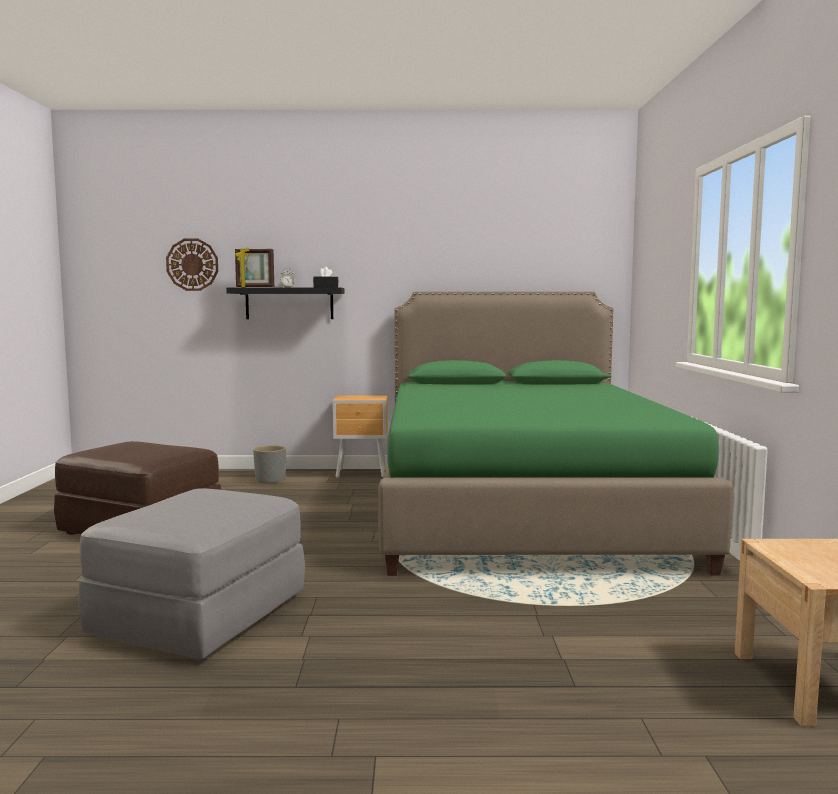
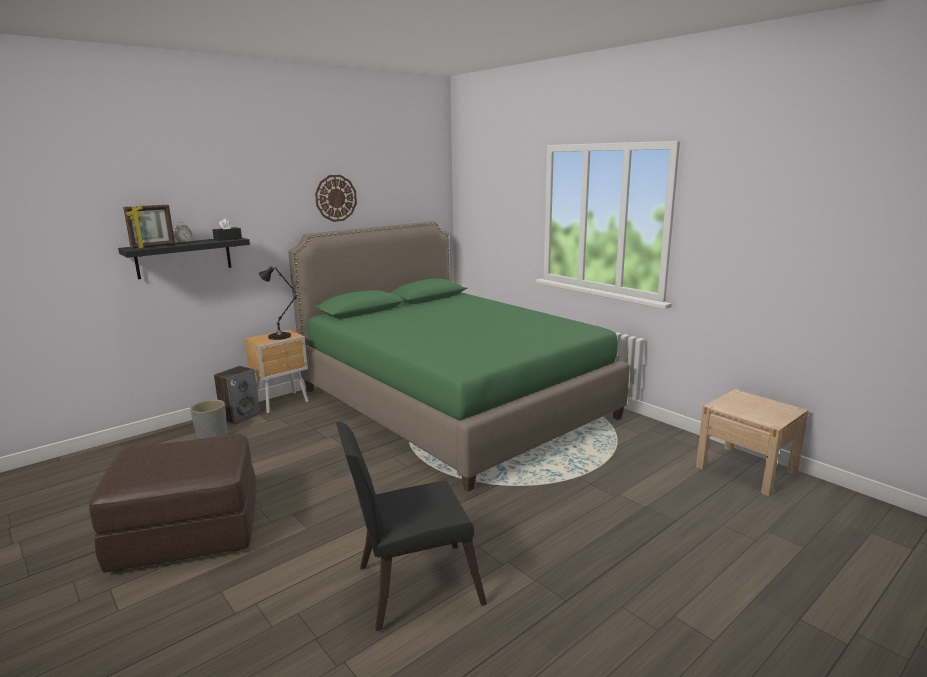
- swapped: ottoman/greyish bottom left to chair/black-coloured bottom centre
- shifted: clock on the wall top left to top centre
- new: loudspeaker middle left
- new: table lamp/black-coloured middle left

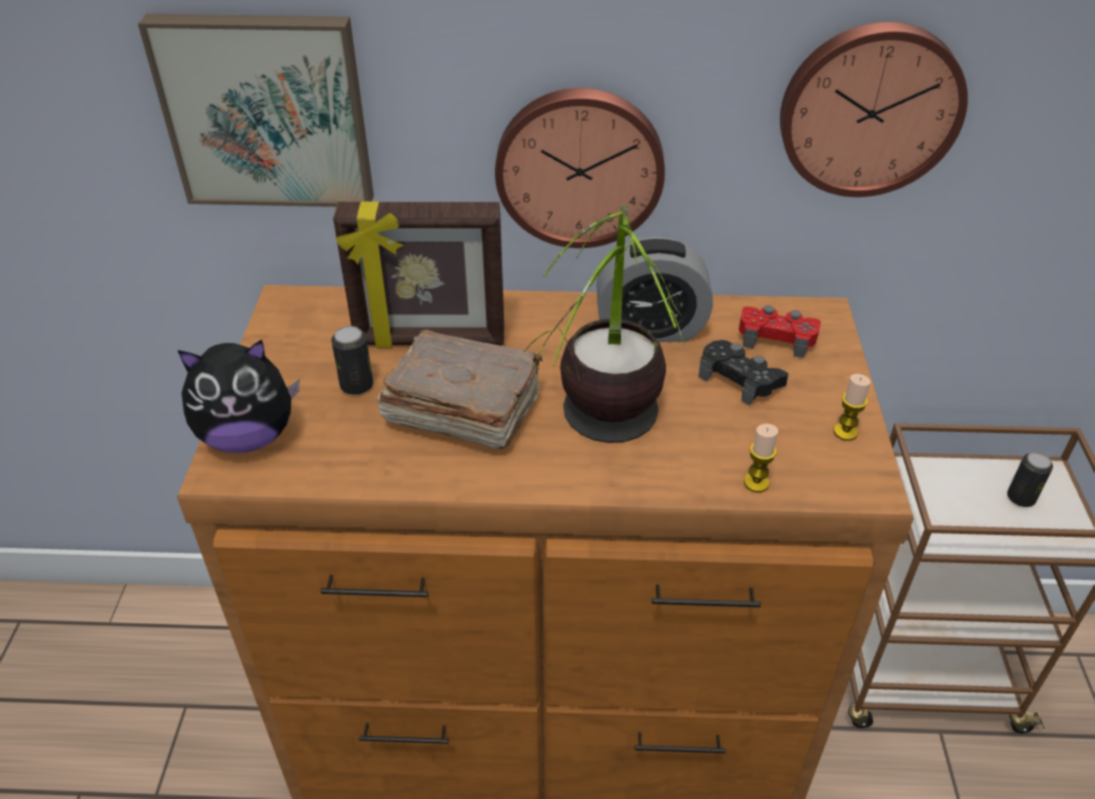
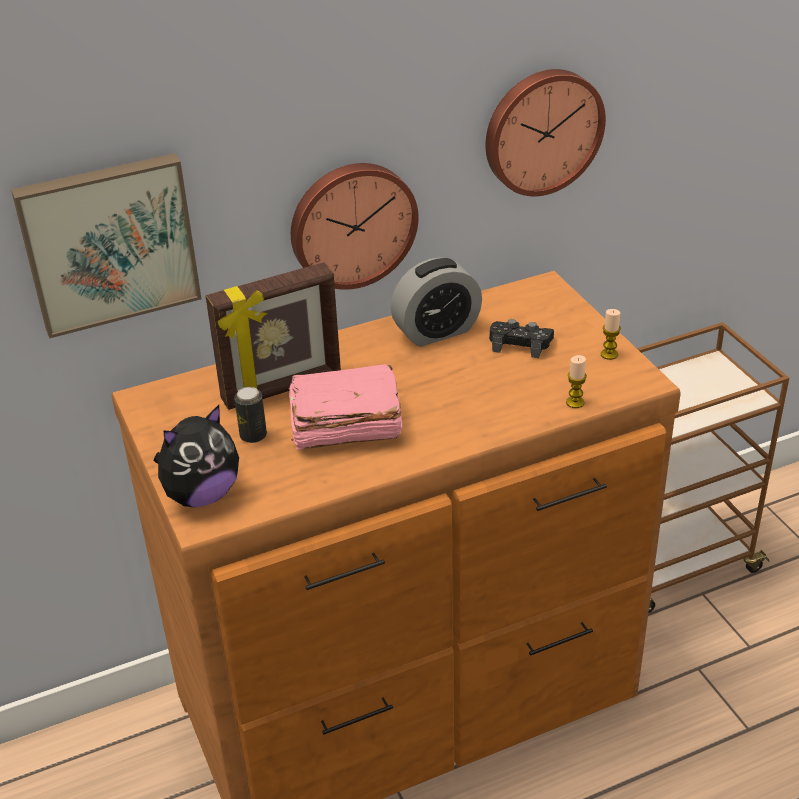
- repainted: volume/brown centre to volume/pink centre
- gone: plant in a pot centre
- gone: gamepad/red middle right
- gone: metal can (no. 2 from left) middle right

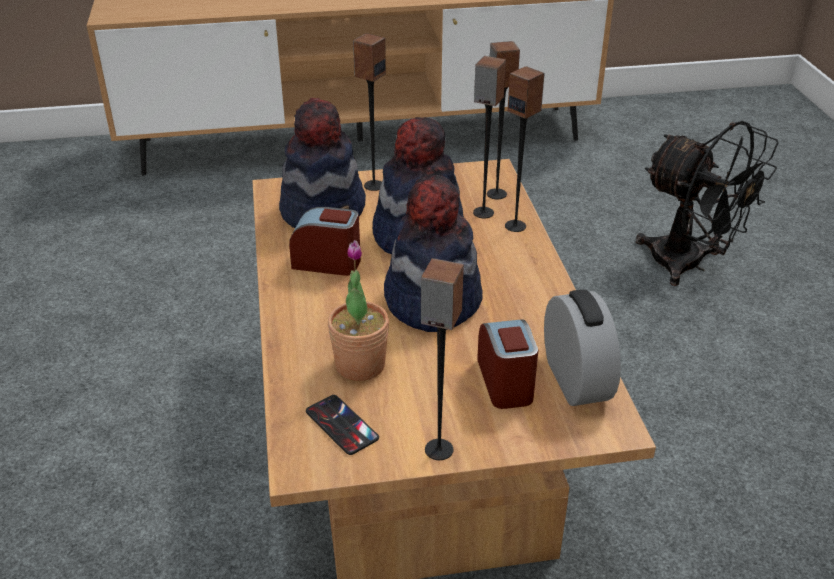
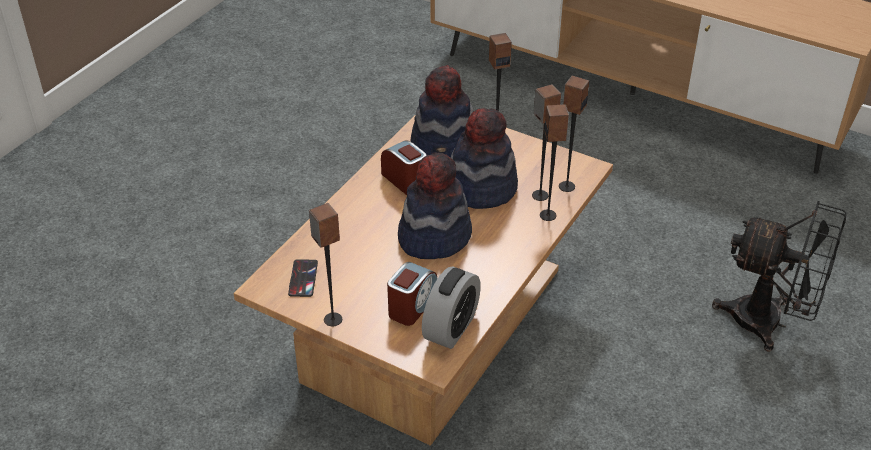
- gone: plant in a pot centre
- rotated: cooling fan/black-coloured middle right = middle right 60 degrees counterclockwise

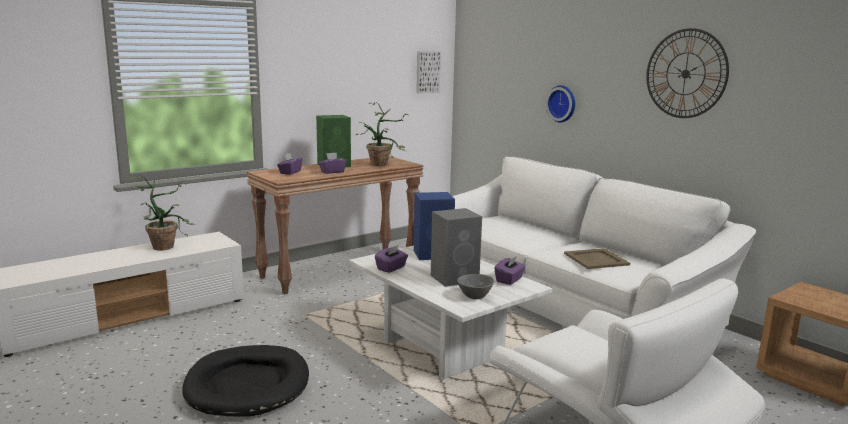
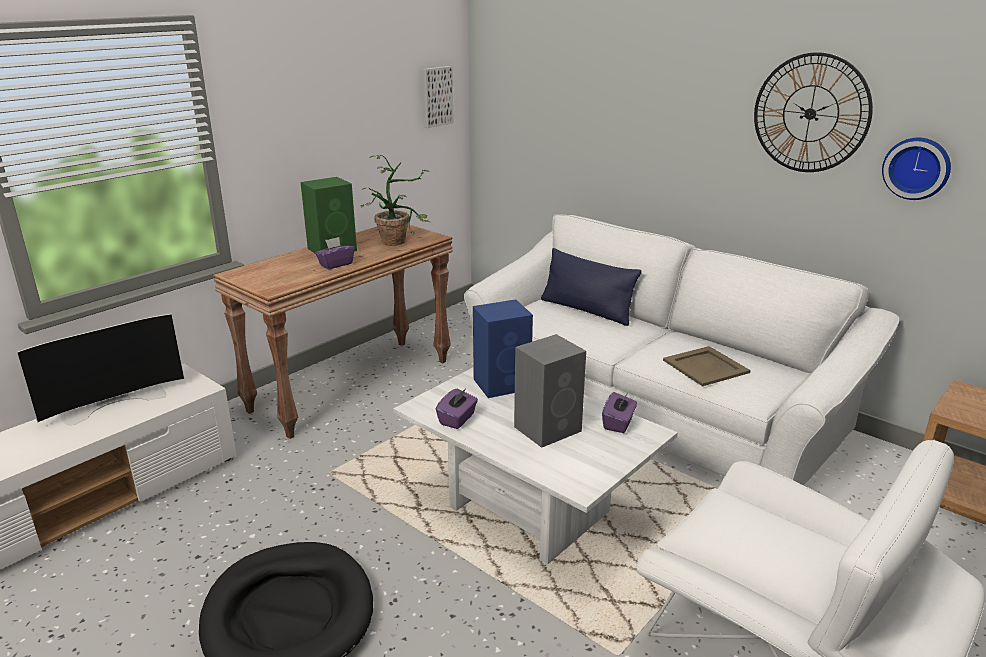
- swapped: plant in a pot (no. 1 from left) middle left to TV middle left
- gone: box of tissues/purplish (no. 1 from left) centre
- gone: deep dish/greyish bottom centre
- shifted: clock on the wall (no. 1 from left in the first image) top centre to clock on the wall (no. 2 from left) top right
- new: cushion/blue-coloured centre

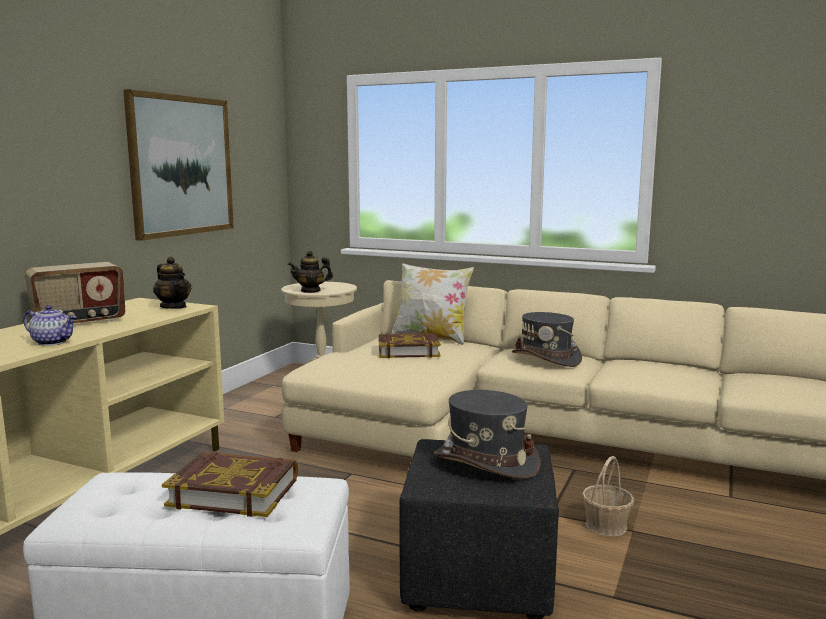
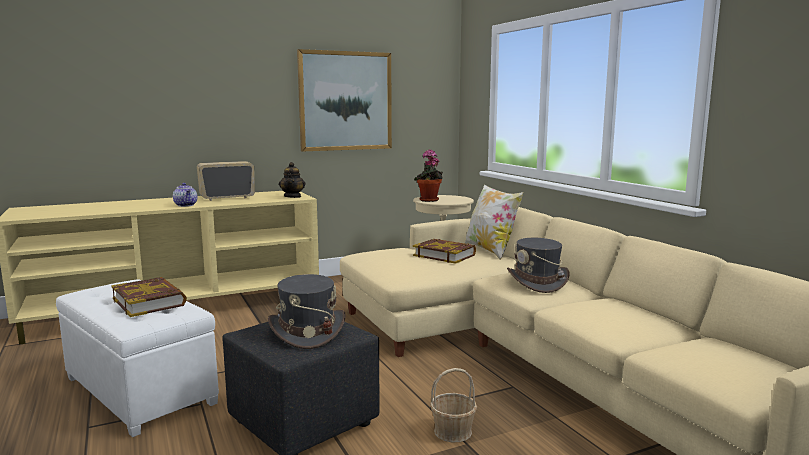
- rotated: radio set middle left = middle left 150 degrees clockwise
- swapped: tea pot (no. 3 from left) centre to plant in a pot centre

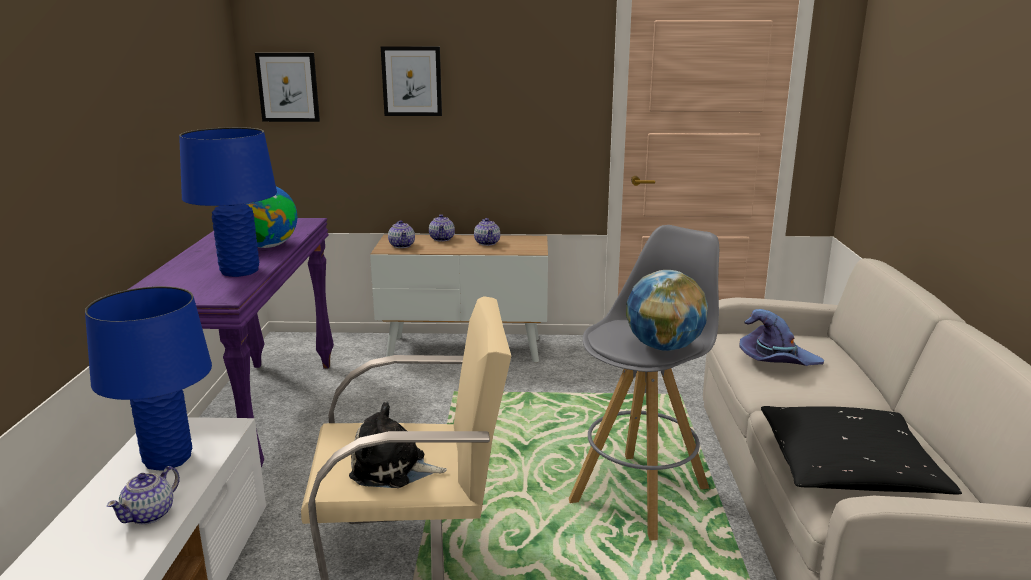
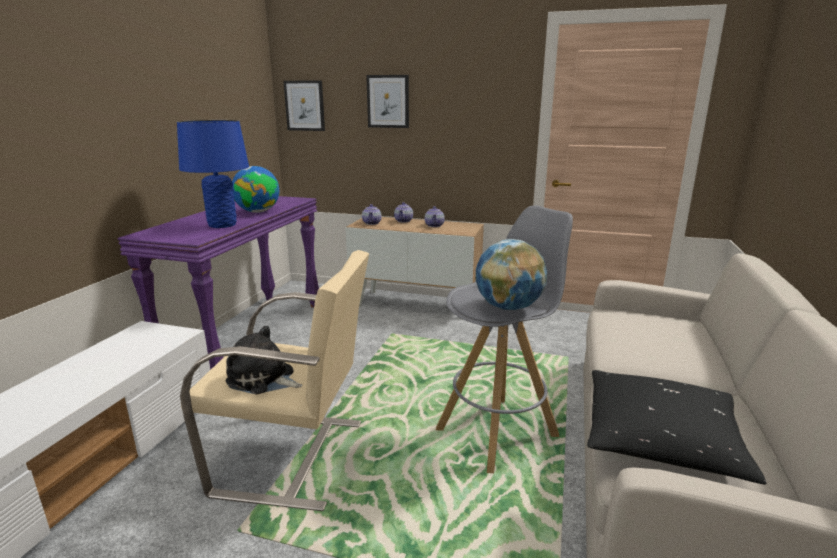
- gone: table lamp/blue-coloured (no. 1 from left) middle left
- gone: tea pot (no. 1 from left) bottom left
- gone: wearable hat/purplish middle right

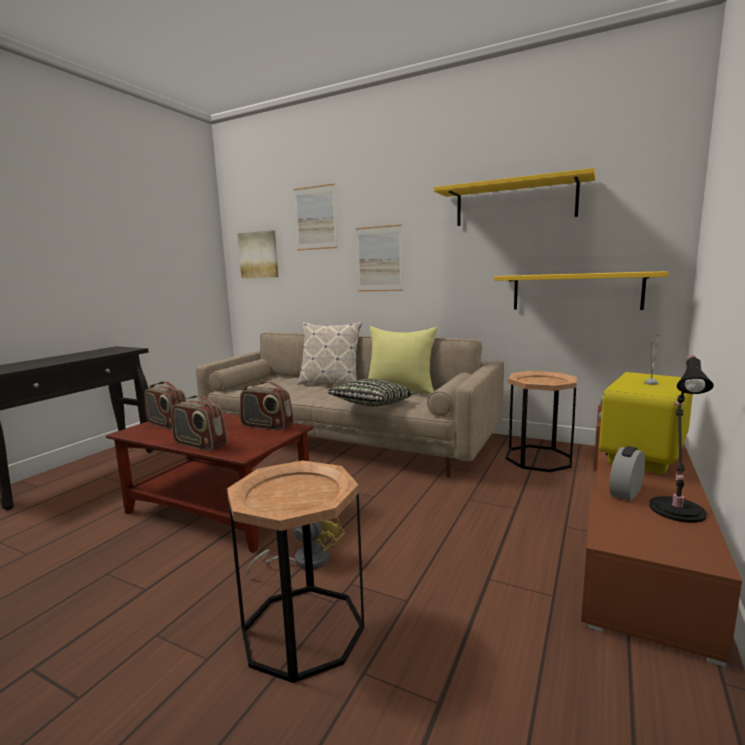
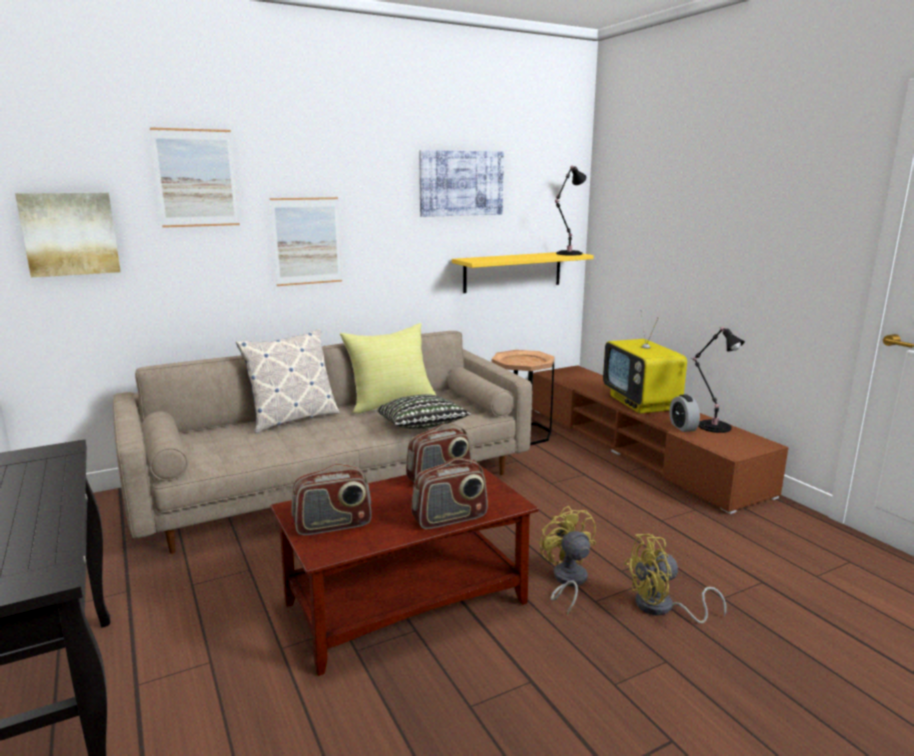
- swapped: accent table/brown (no. 1 from left) bottom centre to cooling fan/yellowish (no. 2 from left) bottom right
- swapped: bracket shelf/yellowish (no. 1 from left) top right to wall picture (no. 4 from left) top centre
- new: table lamp/black-coloured (no. 1 from left) top centre

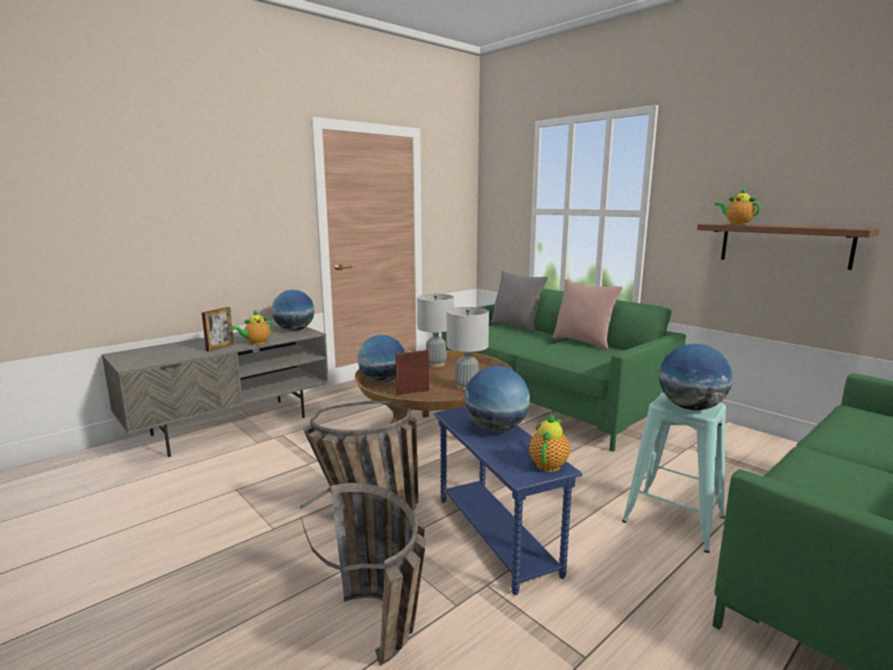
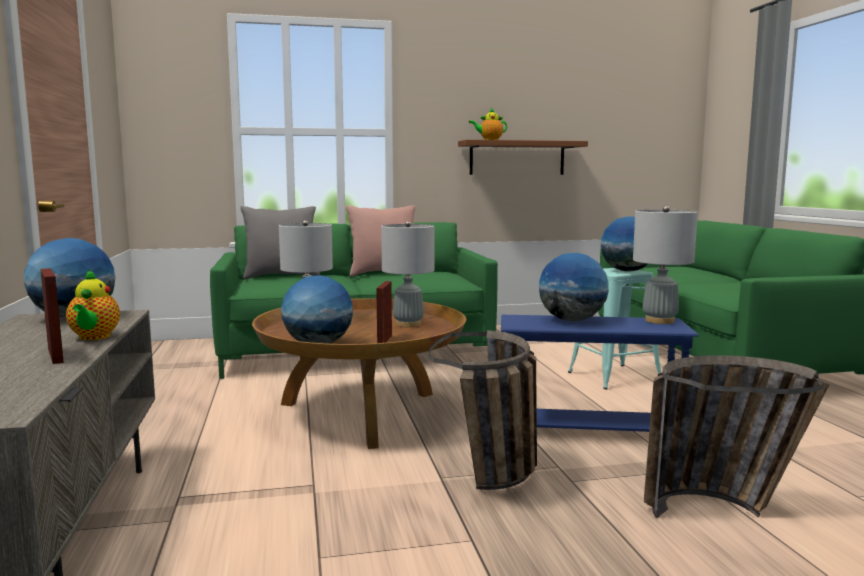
- swapped: tea pot (no. 2 from left) centre to table lamp/greyish (no. 3 from left) middle right

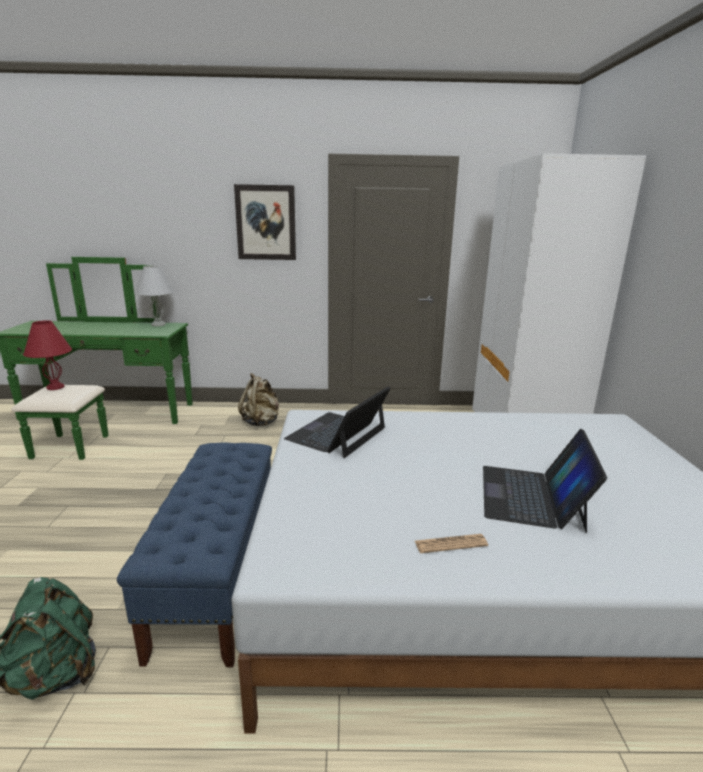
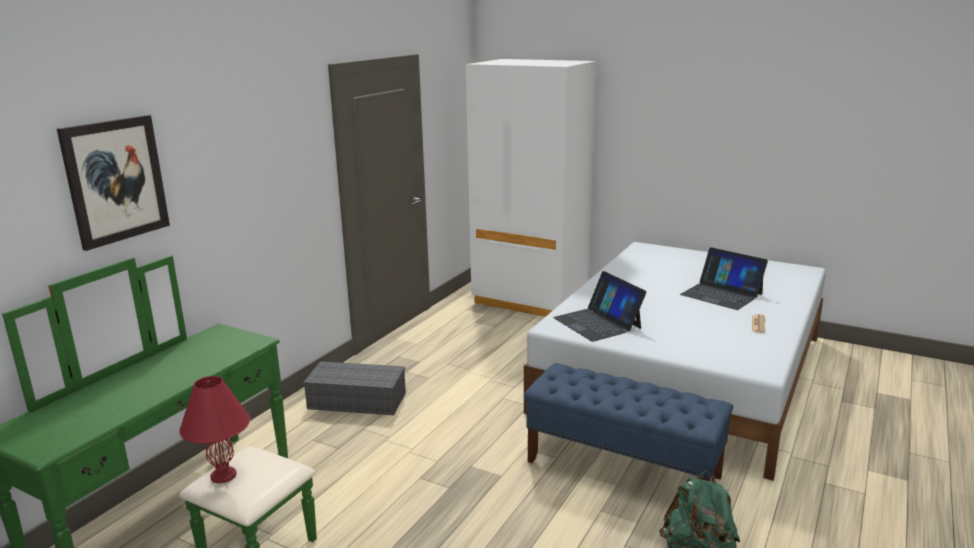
- gone: table lamp/whitish middle left
- shifted: wall picture top centre to middle left
- swapped: backpack/beige centre to storage container/greyish bottom centre

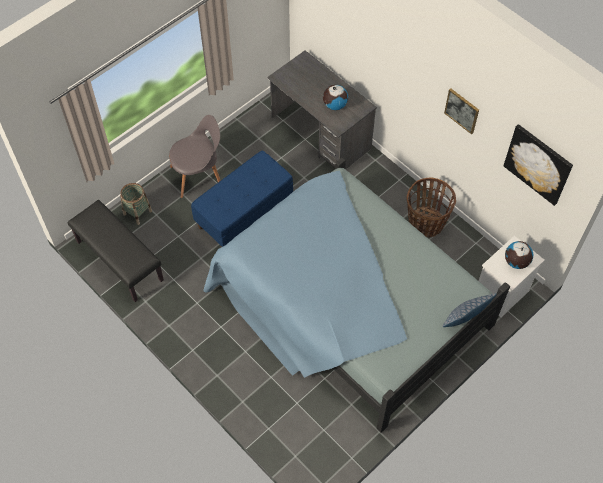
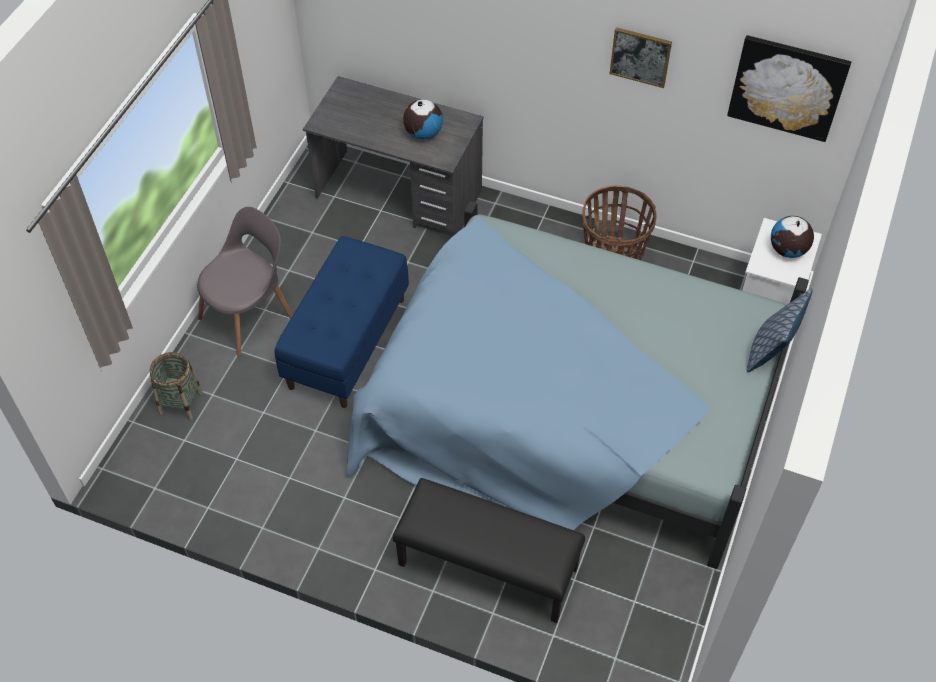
- shifted: long seat/black-coloured middle left to bottom centre

